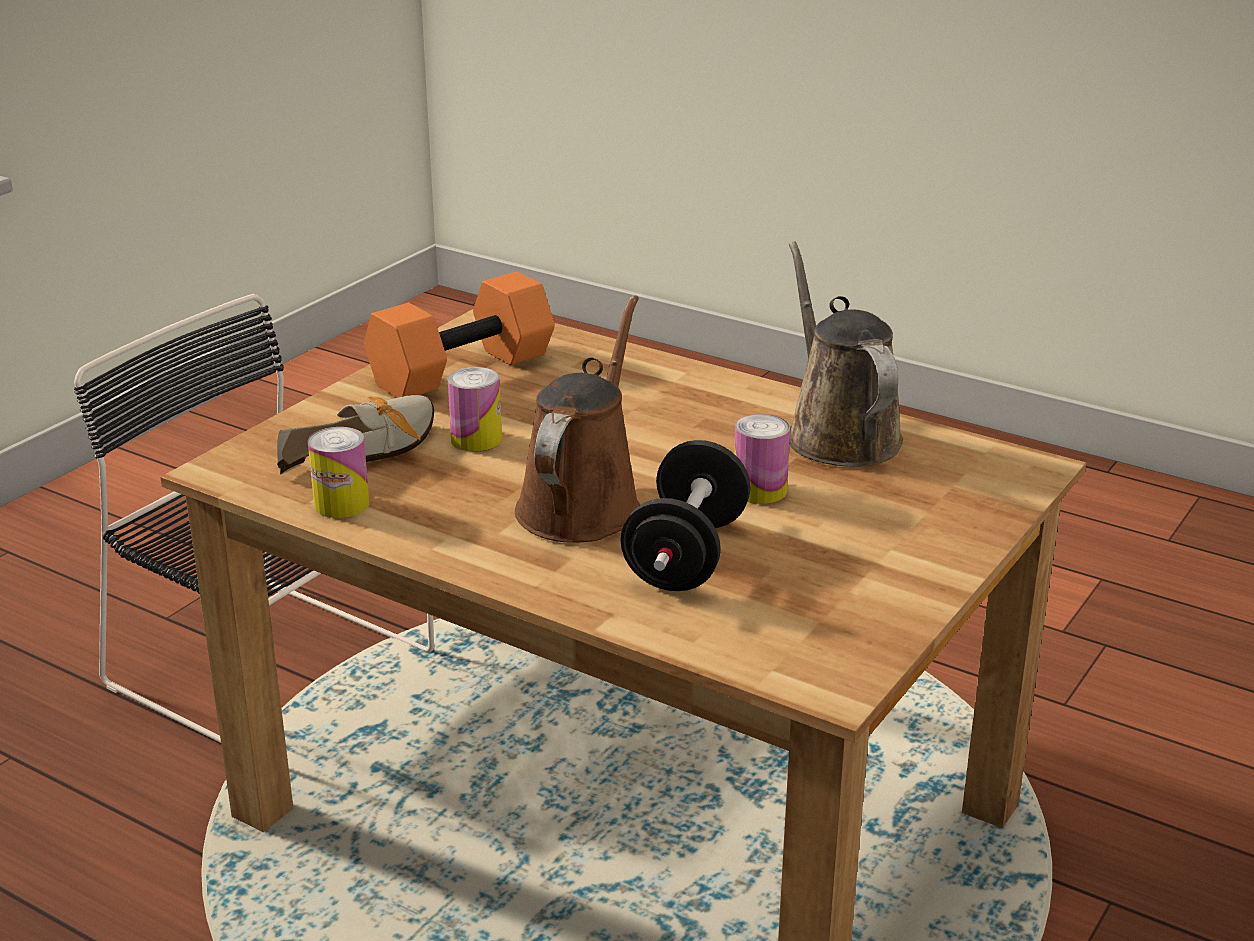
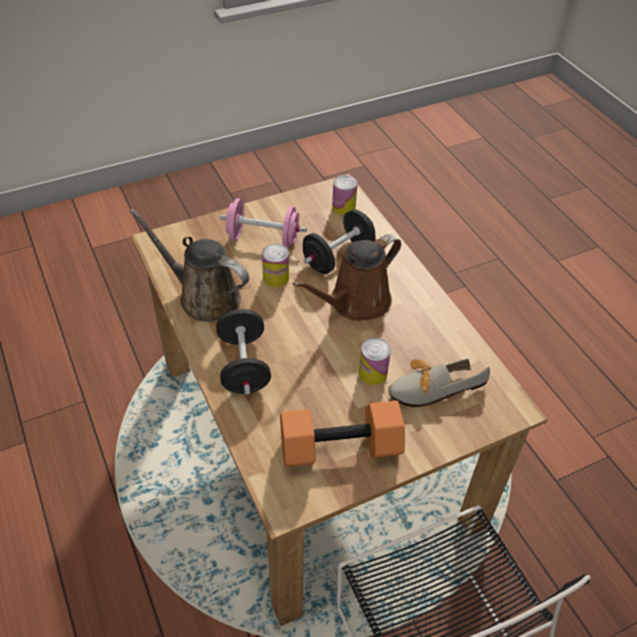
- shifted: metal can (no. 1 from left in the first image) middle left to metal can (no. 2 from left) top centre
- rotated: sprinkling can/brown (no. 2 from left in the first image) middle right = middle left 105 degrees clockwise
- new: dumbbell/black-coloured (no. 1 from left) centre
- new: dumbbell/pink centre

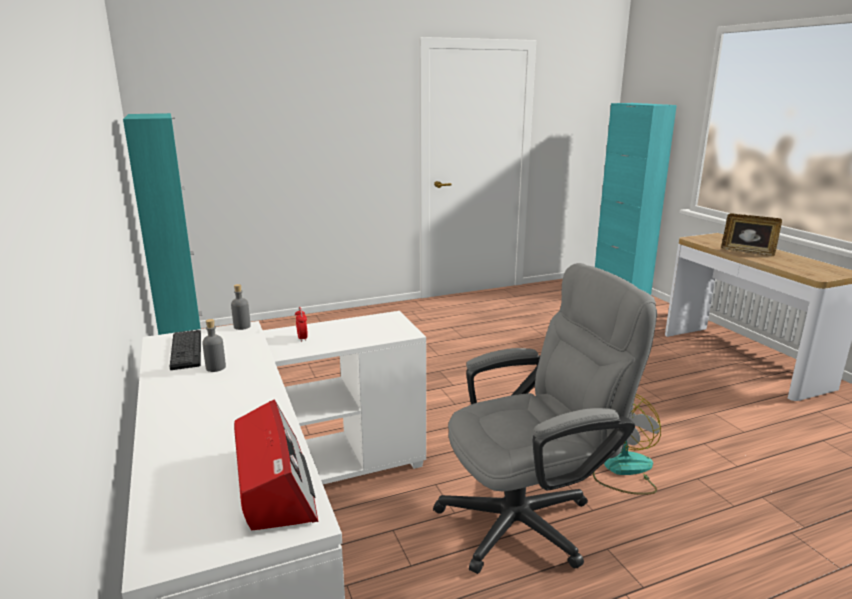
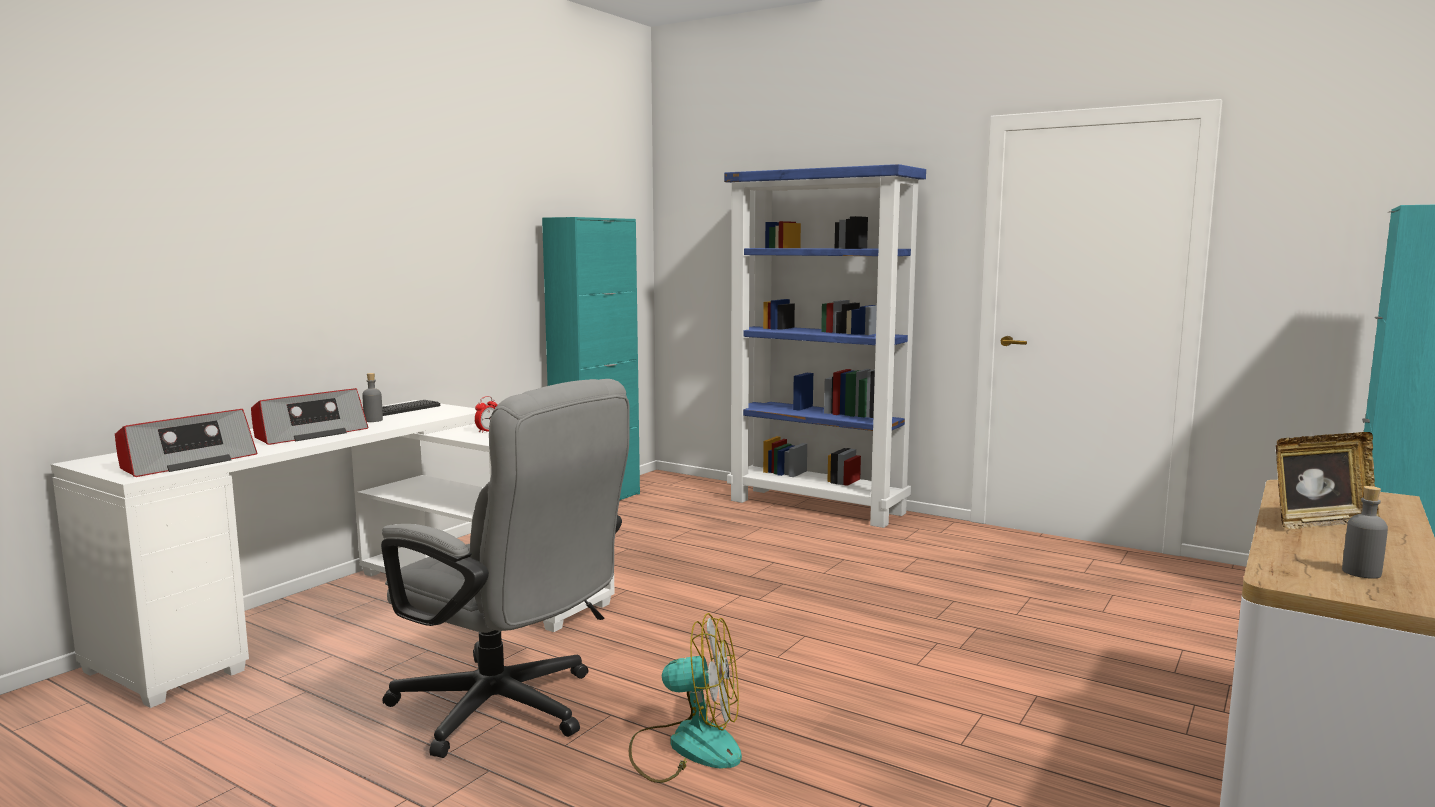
- shifted: drink bottle/greyish (no. 2 from left) middle left to middle right
- rotated: picture frame middle right = middle right 105 degrees counterclockwise
- new: radio set (no. 2 from left) middle left
- new: shelving unit/blue-coloured centre

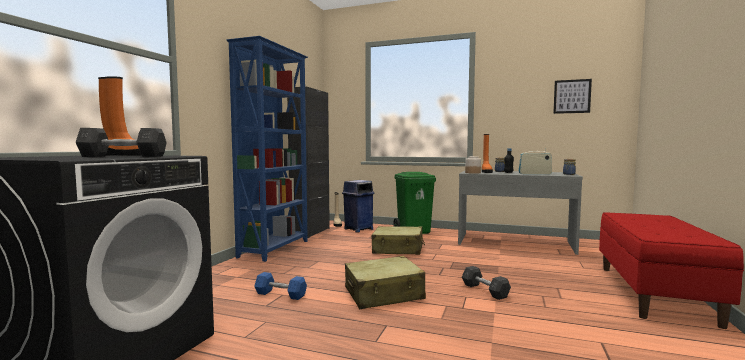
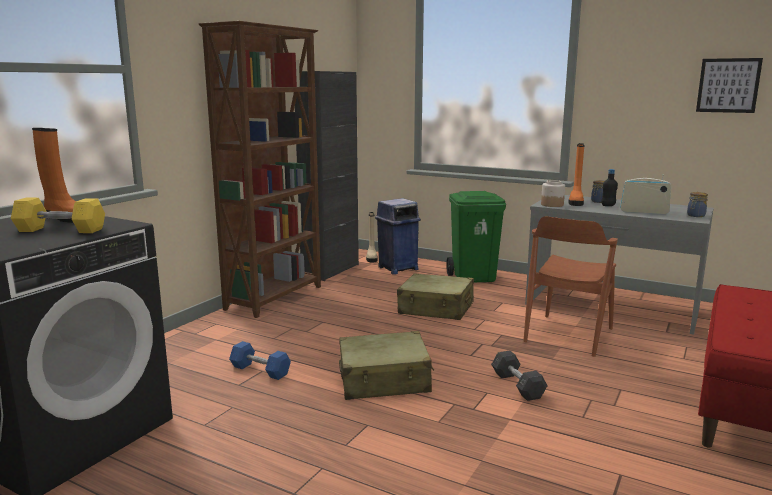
- repainted: dumbbell/greyish (no. 1 from left) middle left to dumbbell/yellowish middle left
- repainted: shelving unit/blue-coloured centre to shelving unit/brown centre
- new: chair/brown middle right

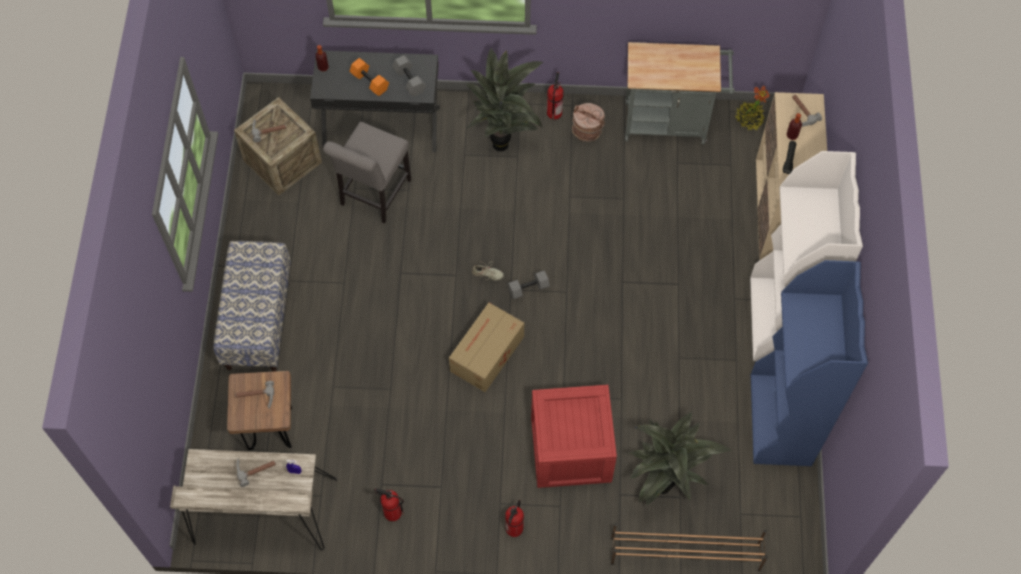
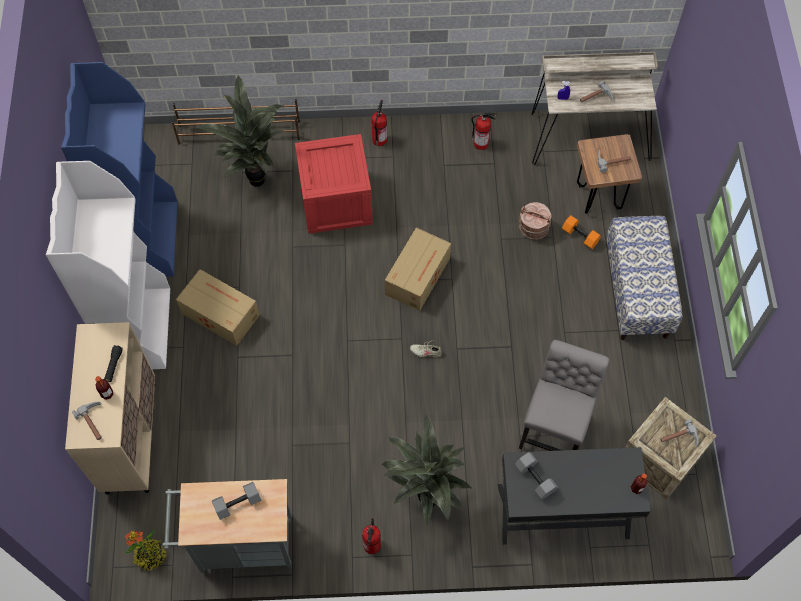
- shifted: dumbbell/orangey top centre to middle right
- shifted: dumbbell/greyish (no. 2 from left in the first image) centre to dumbbell/greyish (no. 1 from left) bottom left
- shifted: water bucket/brown top centre to middle right
- new: packing box (no. 1 from left) middle left

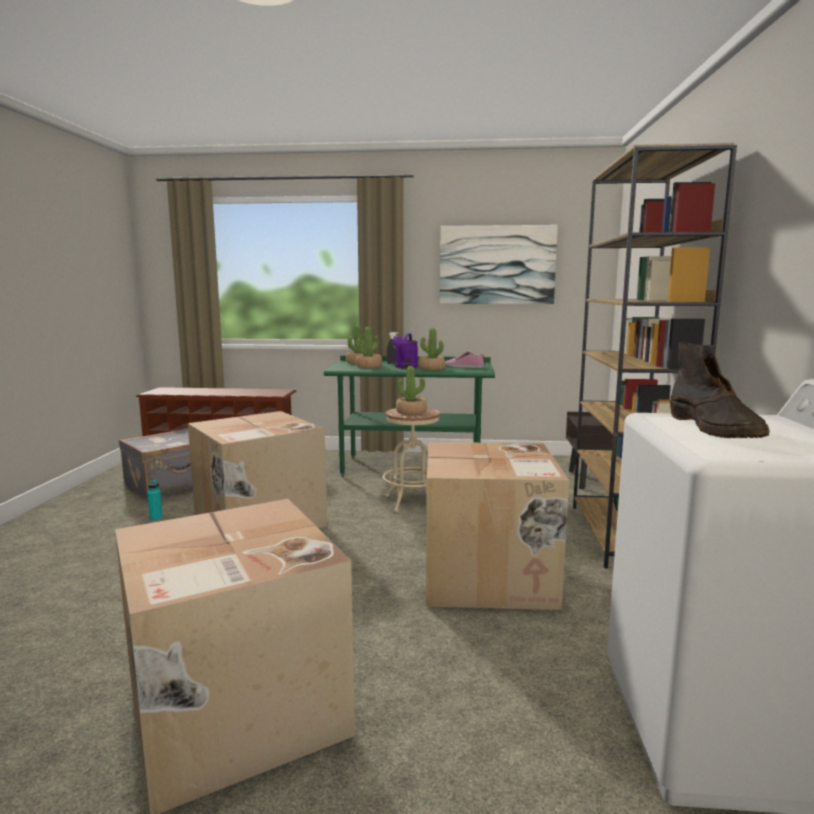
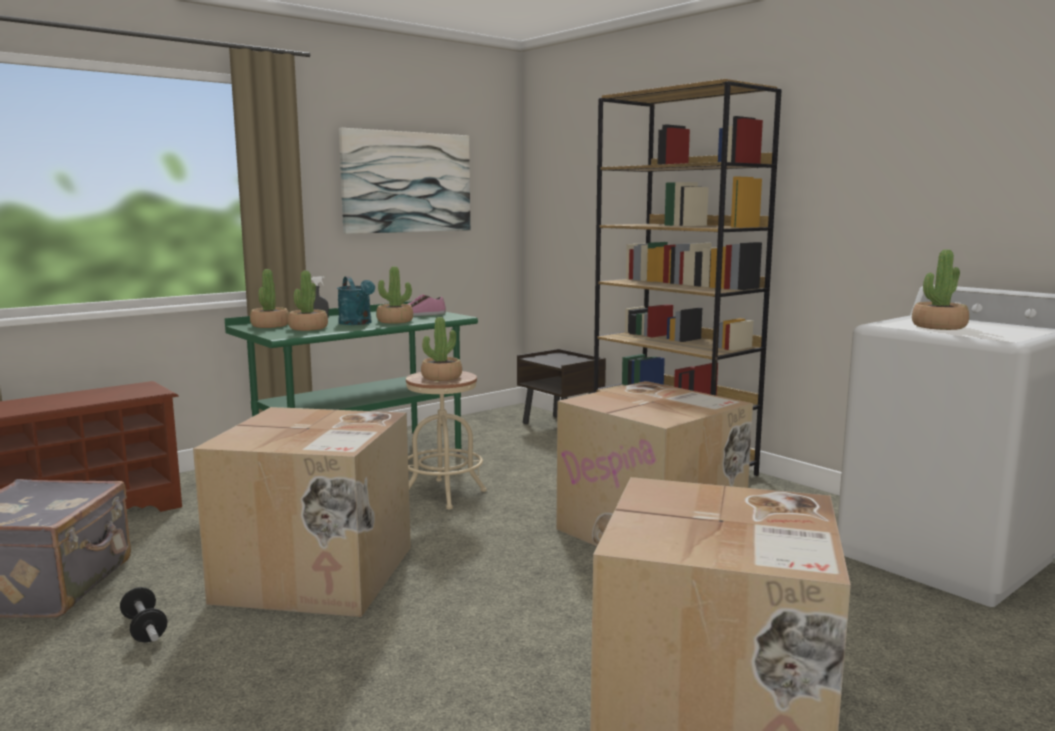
- swapped: drink bottle/turquoise-coloured middle left to dumbbell bottom left
- repainted: sprinkling can/purplish centre to sprinkling can/turquoise-coloured centre
- swapped: boot/brown middle right to plant in a pot (no. 5 from left) middle right

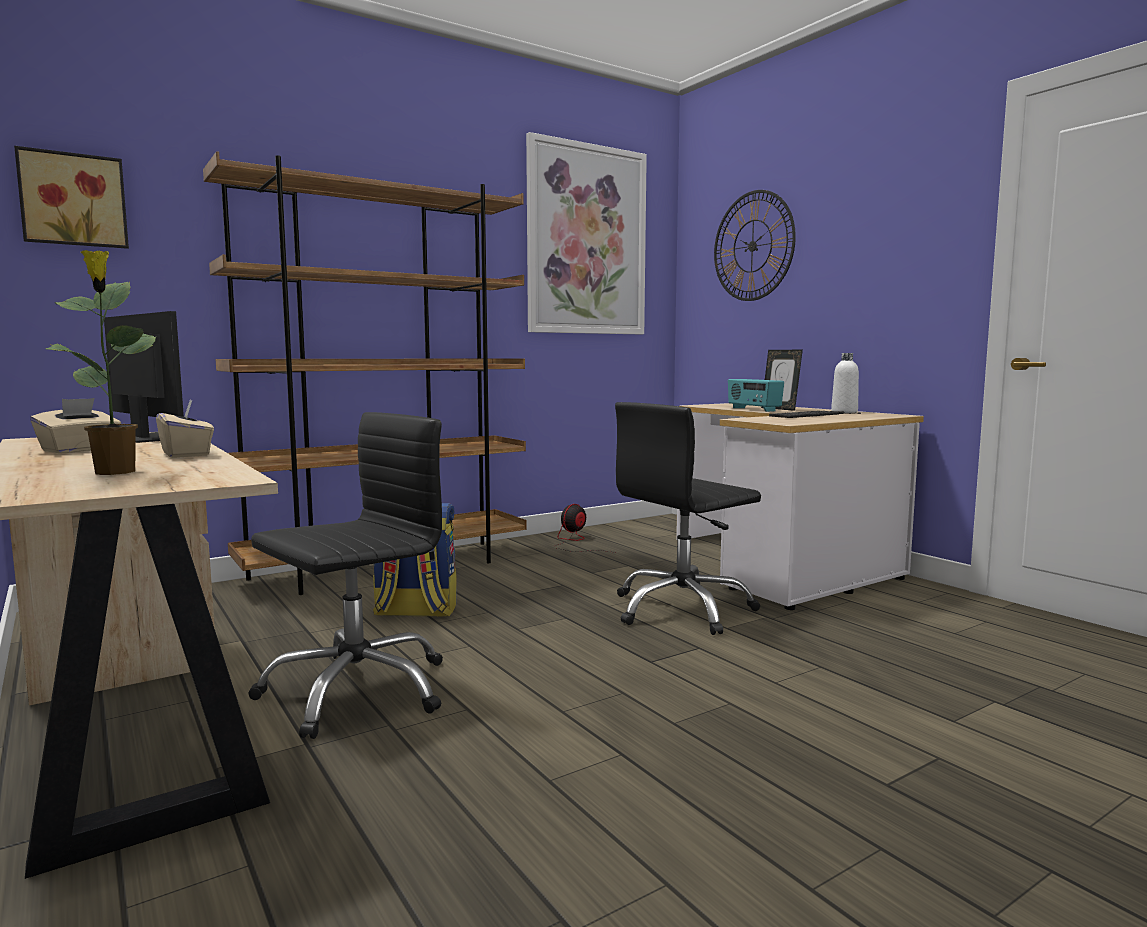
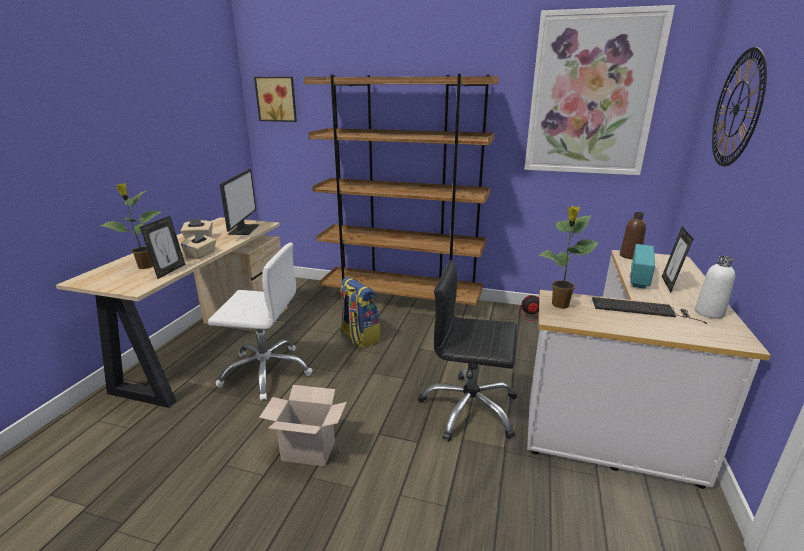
- repainted: office chair/black-coloured (no. 1 from left) middle left to office chair/whitish middle left
- new: picture frame (no. 1 from left) middle left
- new: packing box bottom centre
- new: plant in a pot (no. 2 from left) middle right
- new: drink bottle/brown middle right

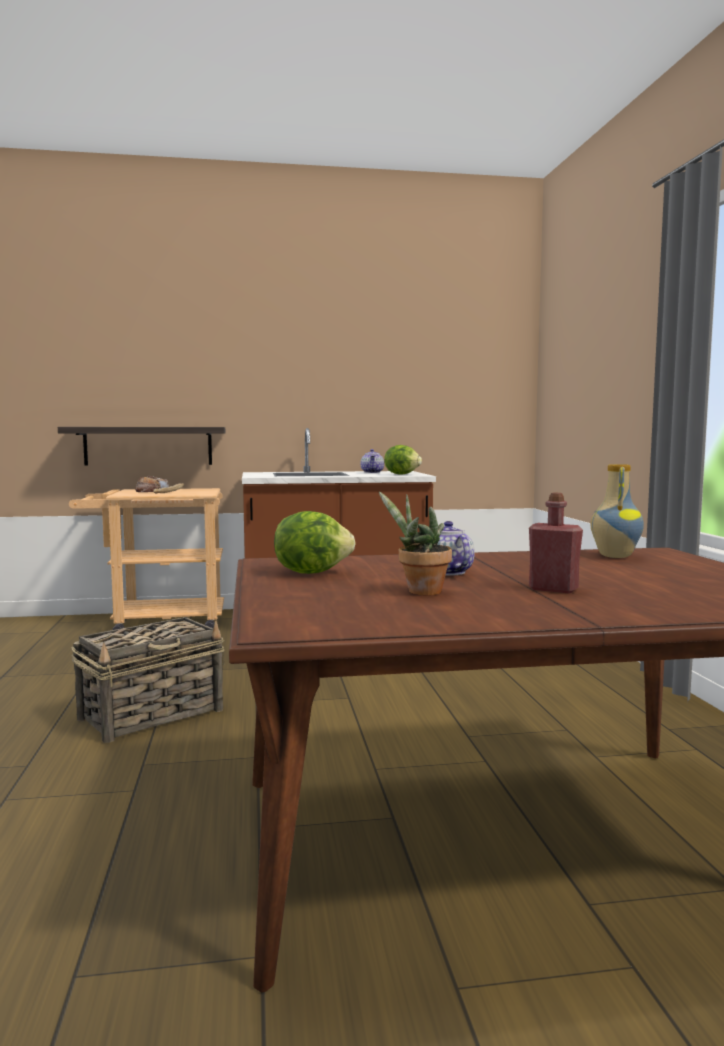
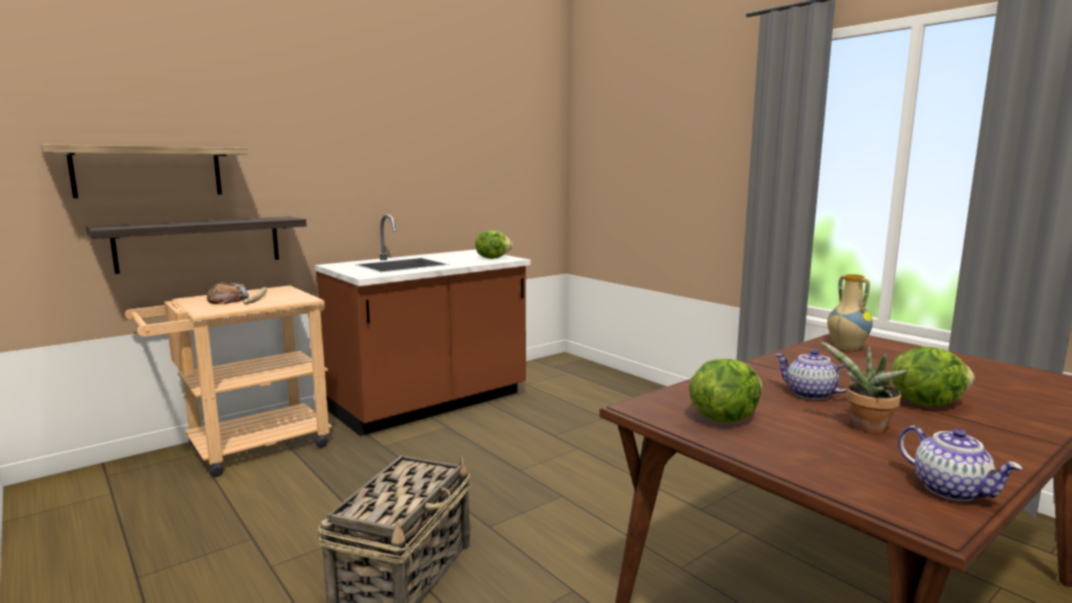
- shifted: tea pot (no. 1 from left in the first image) centre to tea pot (no. 2 from left) bottom right
- swapped: drink bottle/red middle right to lettuce (no. 3 from left) middle right
- new: bracket shelf (no. 1 from left) top left

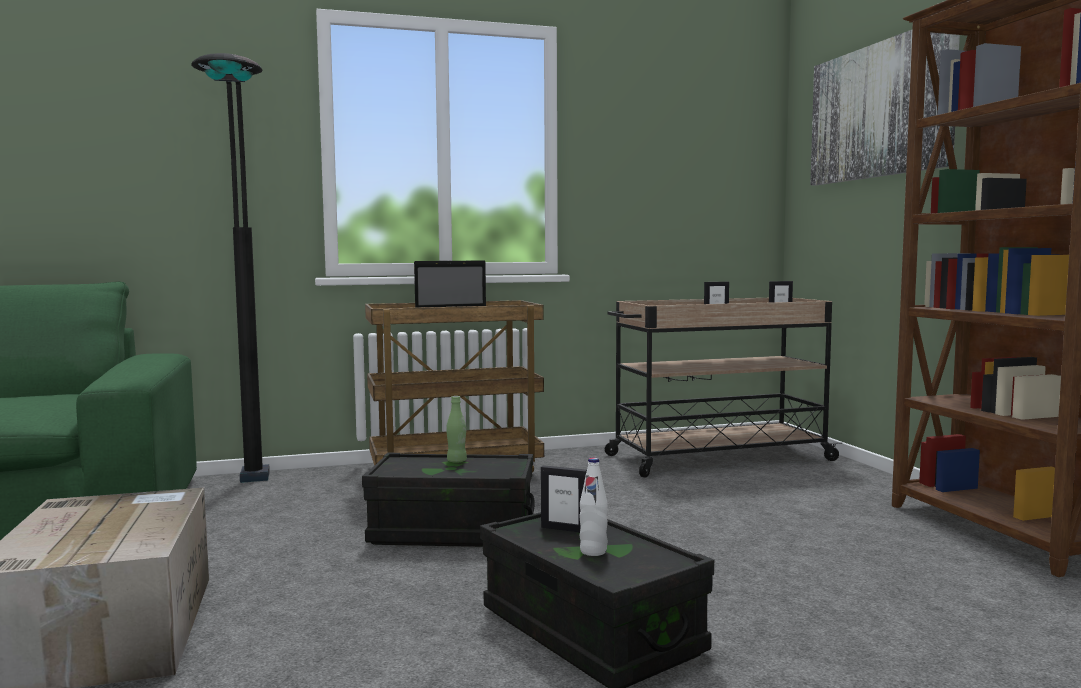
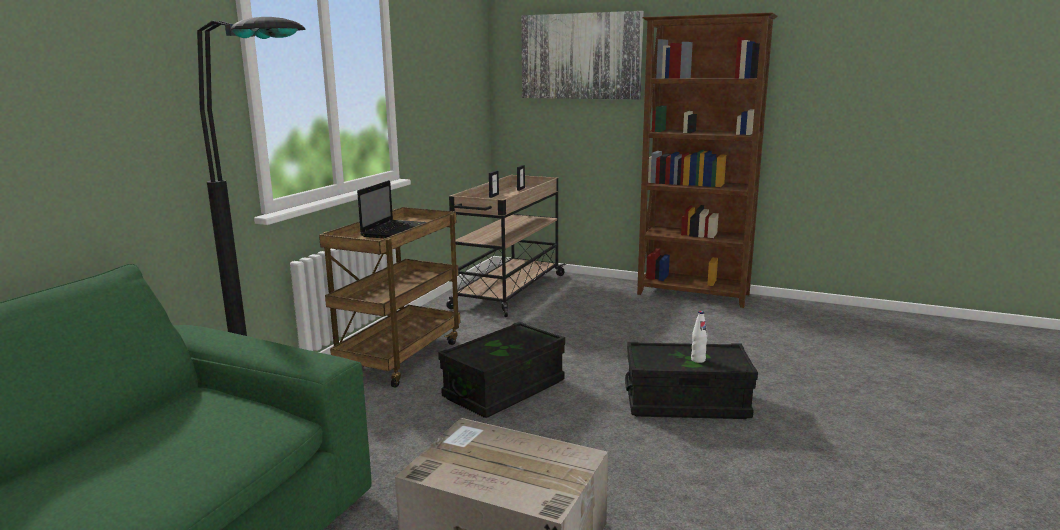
- gone: drink bottle/green centre
- gone: picture frame (no. 1 from left) bottom centre

